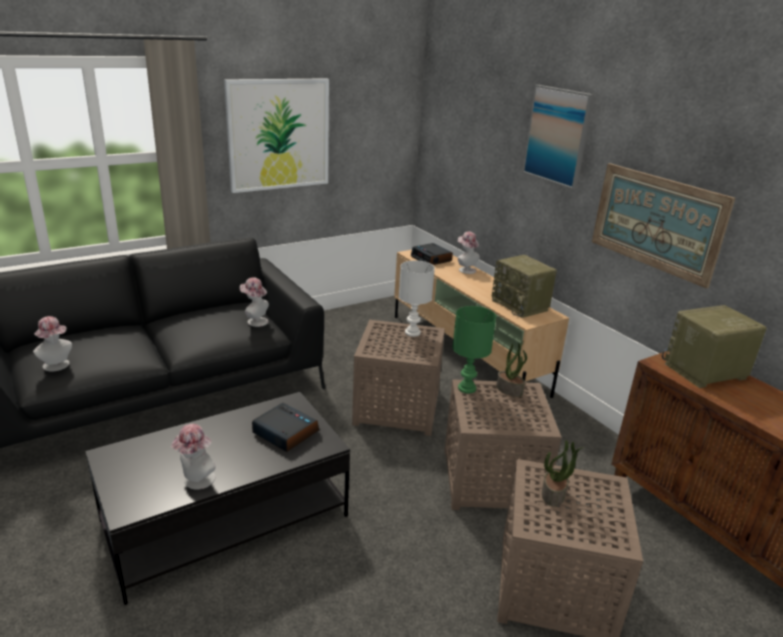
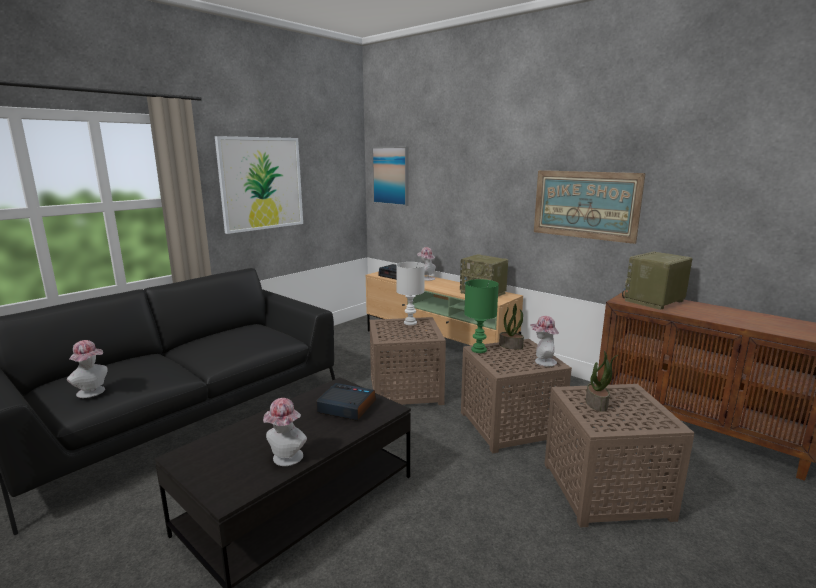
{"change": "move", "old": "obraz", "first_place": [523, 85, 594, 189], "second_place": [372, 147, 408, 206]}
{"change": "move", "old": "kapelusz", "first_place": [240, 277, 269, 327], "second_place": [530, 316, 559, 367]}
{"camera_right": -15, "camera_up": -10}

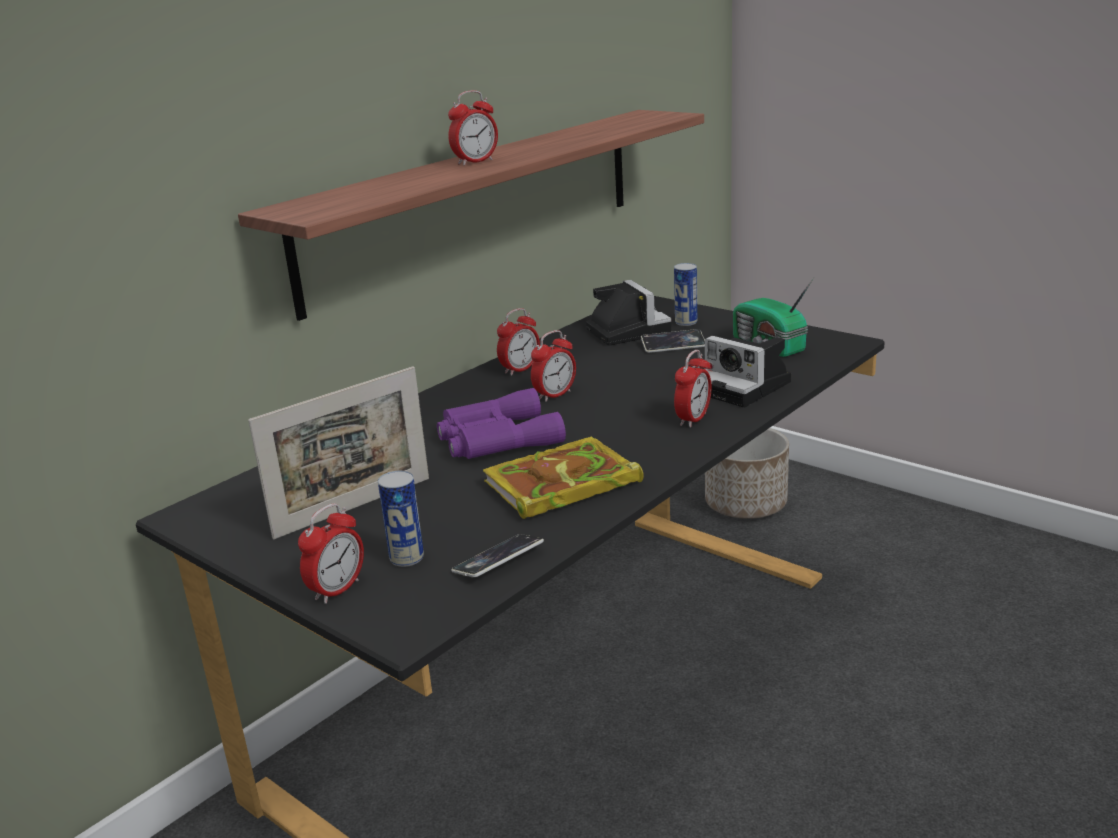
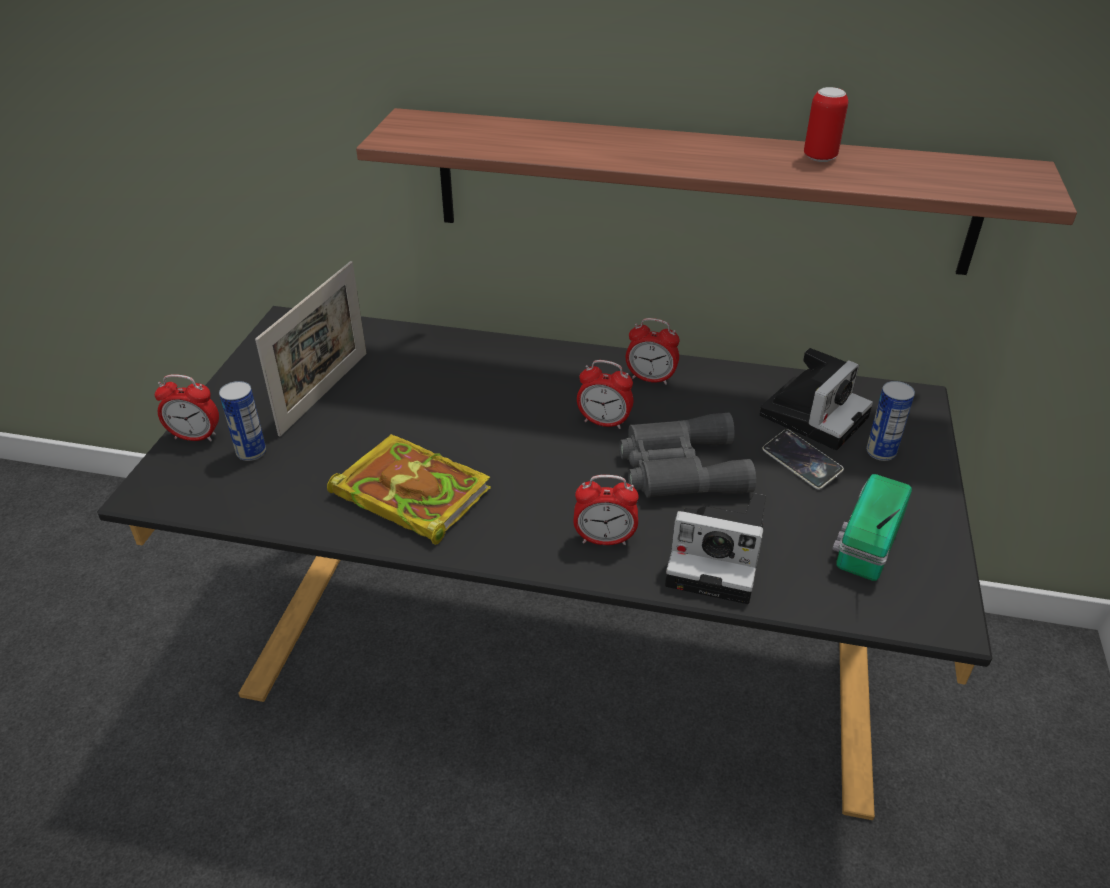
{"change": "delete", "old": "budzik", "first_place": [448, 90, 498, 166]}
{"change": "rotate", "old": "aparat fotograficzny", "first_place": [705, 336, 791, 408], "second_place": [665, 493, 766, 604], "degrees": -90}
{"change": "rotate", "old": "ramka na zdjęcie", "first_place": [248, 366, 429, 539], "second_place": [255, 261, 367, 436], "degrees": -90}
{"change": "delete", "old": "lornetka/fioletowy", "first_place": [437, 388, 566, 459]}
{"change": "delete", "old": "donica", "first_place": [705, 428, 789, 519]}
{"change": "delete", "old": "telefon", "first_place": [451, 534, 544, 577]}
{"change": "insert", "new": "puszka", "second_place": [804, 87, 848, 162]}
{"change": "insert", "new": "lornetka/szary", "second_place": [619, 413, 756, 498]}
{"camera_right": 60, "camera_up": 15}

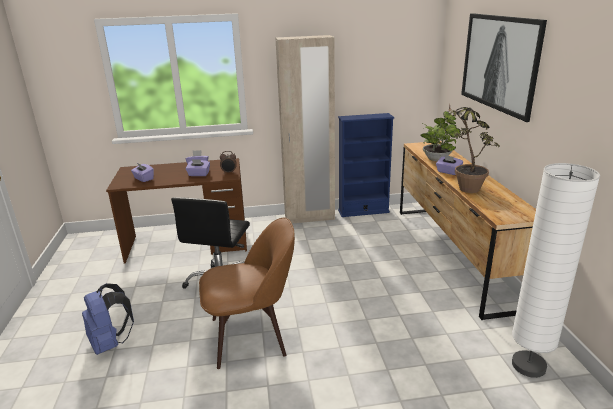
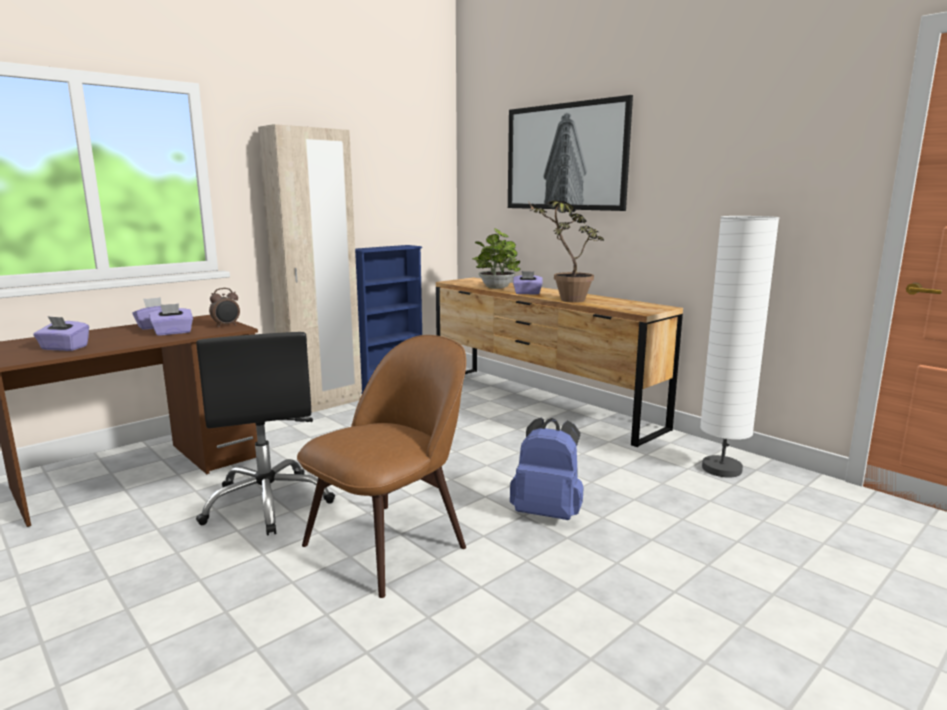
{"change": "move", "old": "plecak/niebieski", "first_place": [82, 283, 134, 355], "second_place": [510, 417, 584, 520]}
{"camera_right": -35, "camera_up": -10}

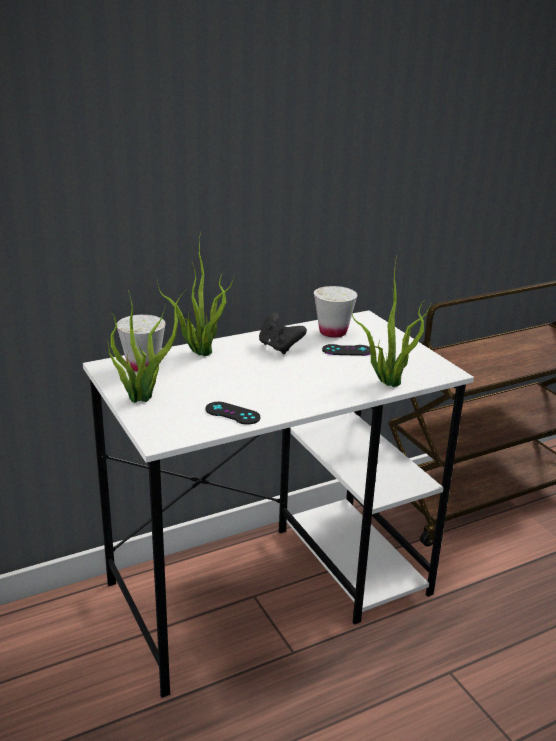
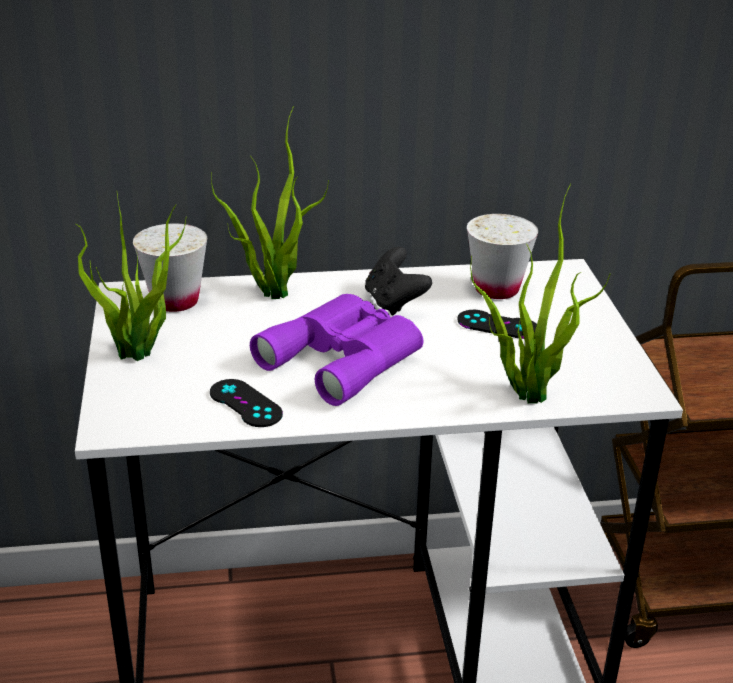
{"change": "insert", "new": "lornetka/fioletowy", "second_place": [250, 294, 423, 406]}
{"camera_right": 20, "camera_up": 5}

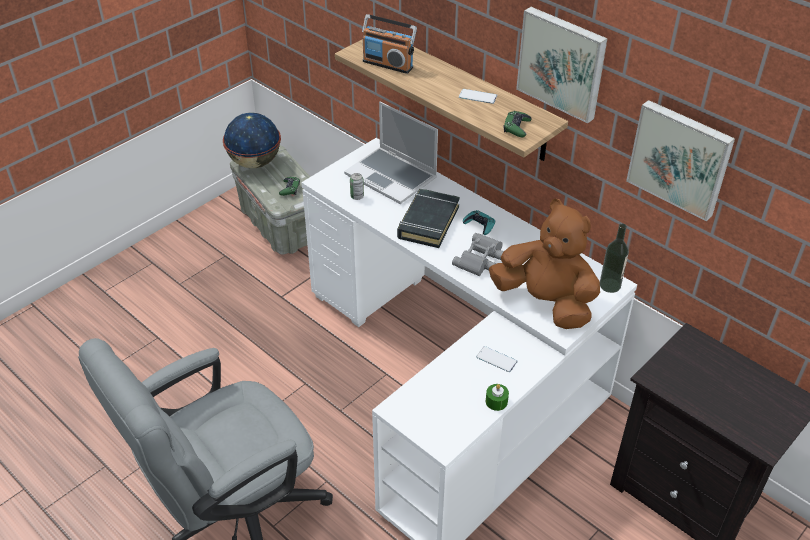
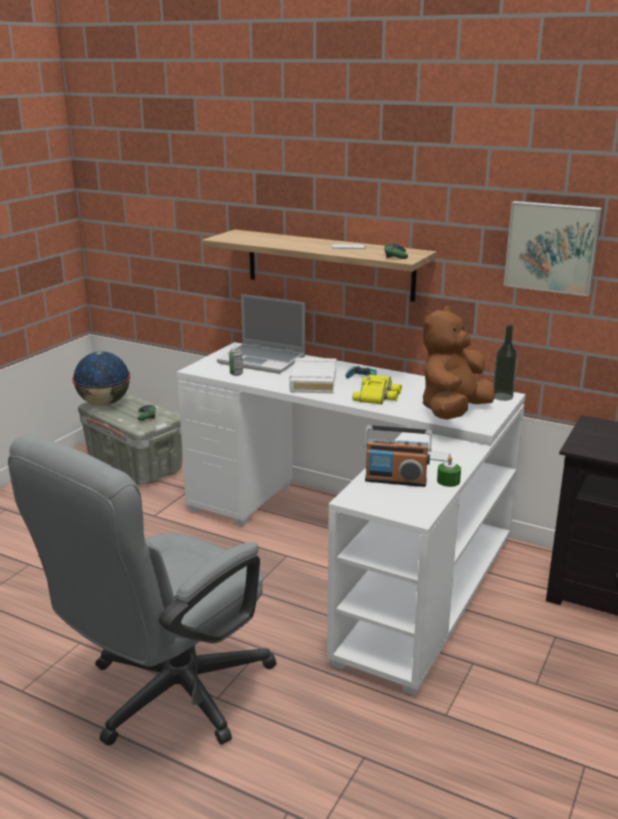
{"change": "delete", "old": "obraz", "first_place": [516, 7, 608, 123]}
{"change": "move", "old": "radio", "first_place": [362, 14, 417, 74], "second_place": [364, 425, 432, 487]}
{"change": "recolor", "old": "książka/czarny", "new": "książka/biały", "first_place": [397, 189, 460, 248], "second_place": [290, 358, 336, 394]}
{"change": "rotate", "old": "pluszak/brązowy", "first_place": [489, 199, 600, 329], "second_place": [423, 306, 495, 420], "degrees": -75}
{"change": "recolor", "old": "lornetka/szary", "new": "lornetka/żółty", "first_place": [452, 233, 504, 276], "second_place": [353, 375, 402, 405]}
{"camera_right": -15, "camera_up": -20}

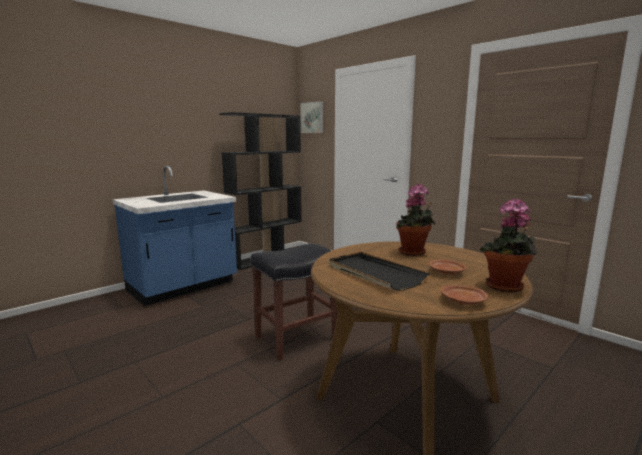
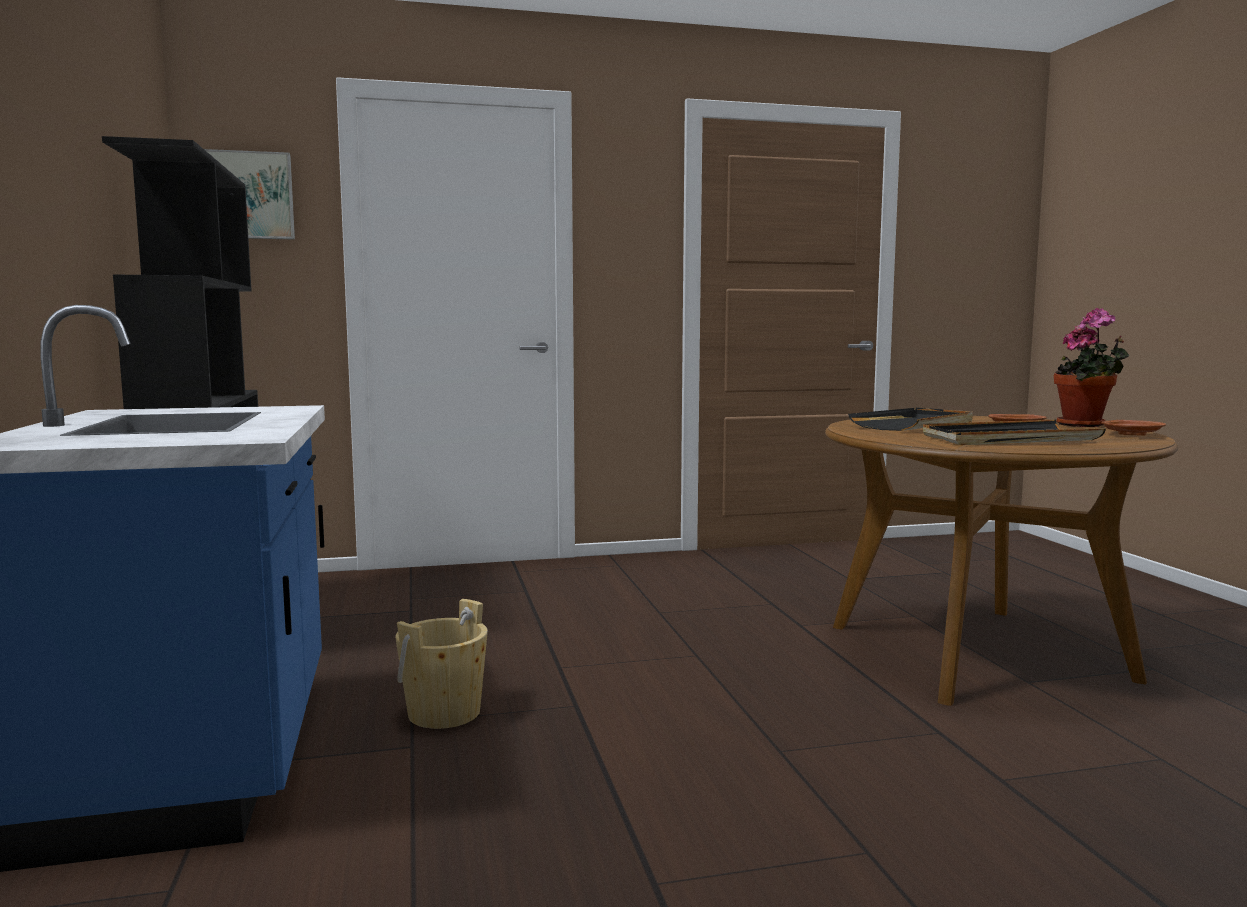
{"change": "replace", "old": "roślina doniczkowa", "new": "taca/czarny", "first_place": [396, 184, 435, 256], "second_place": [848, 408, 973, 431]}
{"change": "delete", "old": "stołek/czarny", "first_place": [251, 243, 337, 360]}
{"change": "insert", "new": "wiadro/beżowy", "second_place": [395, 599, 488, 729]}
{"camera_right": -60, "camera_up": -5}

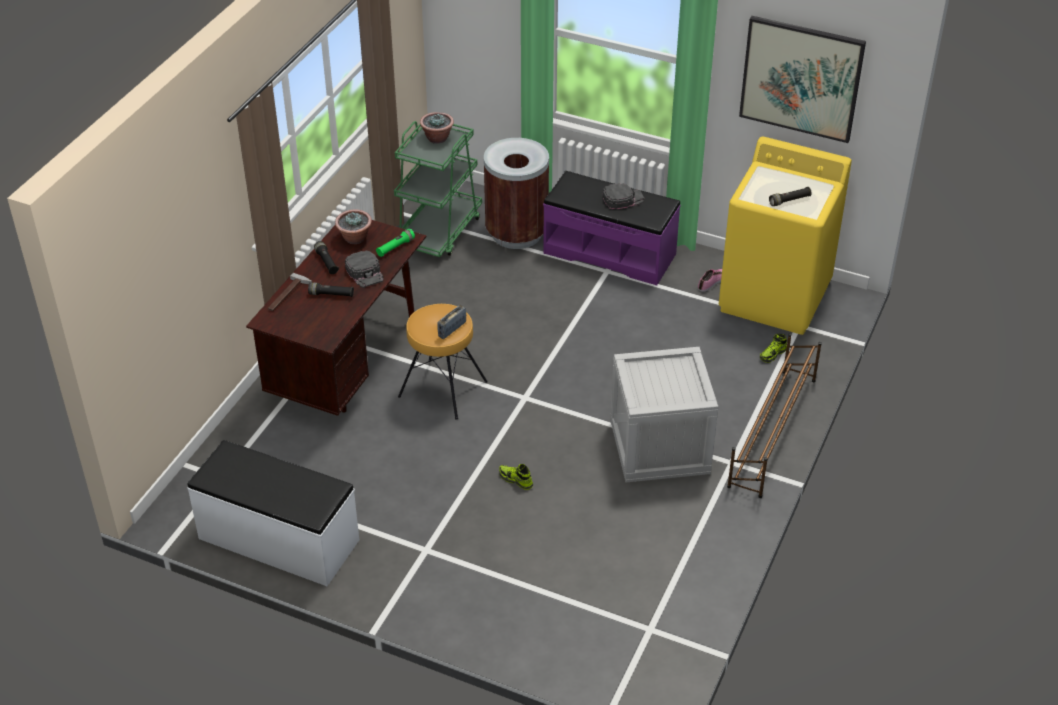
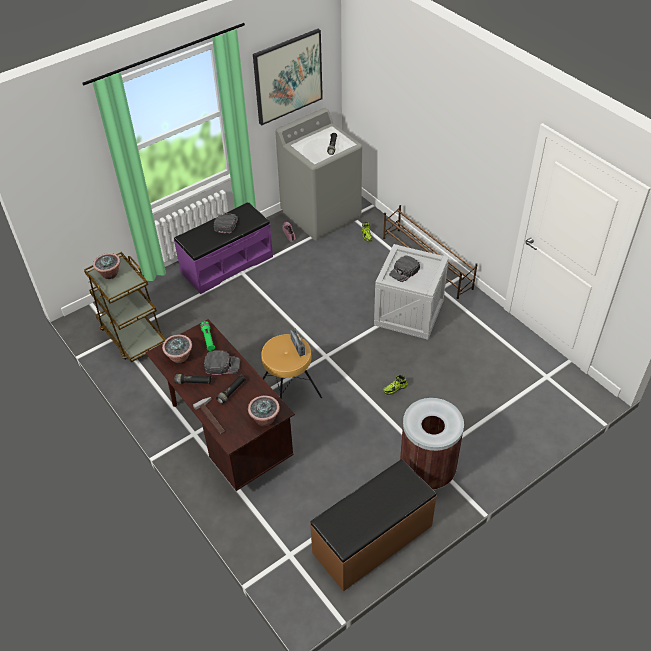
{"change": "recolor", "old": "wózek/zielony", "new": "wózek/brązowy", "first_place": [394, 121, 482, 257], "second_place": [84, 252, 166, 362]}
{"change": "recolor", "old": "pralka/żółty", "new": "pralka/szary", "first_place": [719, 137, 852, 335], "second_place": [275, 108, 362, 241]}
{"change": "move", "old": "kosz na śmieci/brązowy", "first_place": [484, 138, 549, 249], "second_place": [400, 398, 464, 490]}
{"change": "recolor", "old": "ławka/biały", "new": "ławka/brązowy", "first_place": [188, 440, 359, 586], "second_place": [310, 459, 437, 591]}
{"change": "insert", "new": "czapka z daszkiem/czarny", "second_place": [389, 255, 420, 282]}
{"change": "insert", "new": "roślina doniczkowa", "second_place": [248, 395, 280, 426]}
{"camera_right": -60, "camera_up": 5}

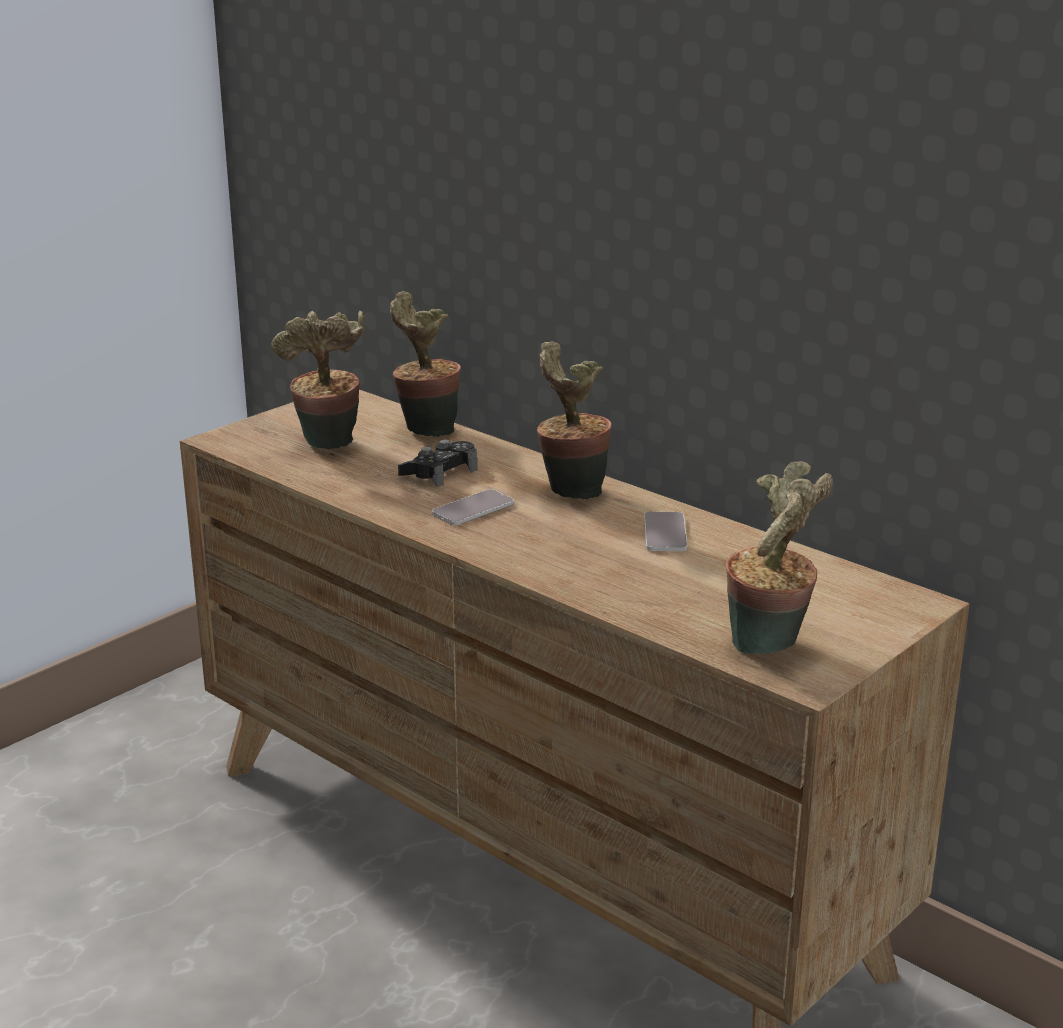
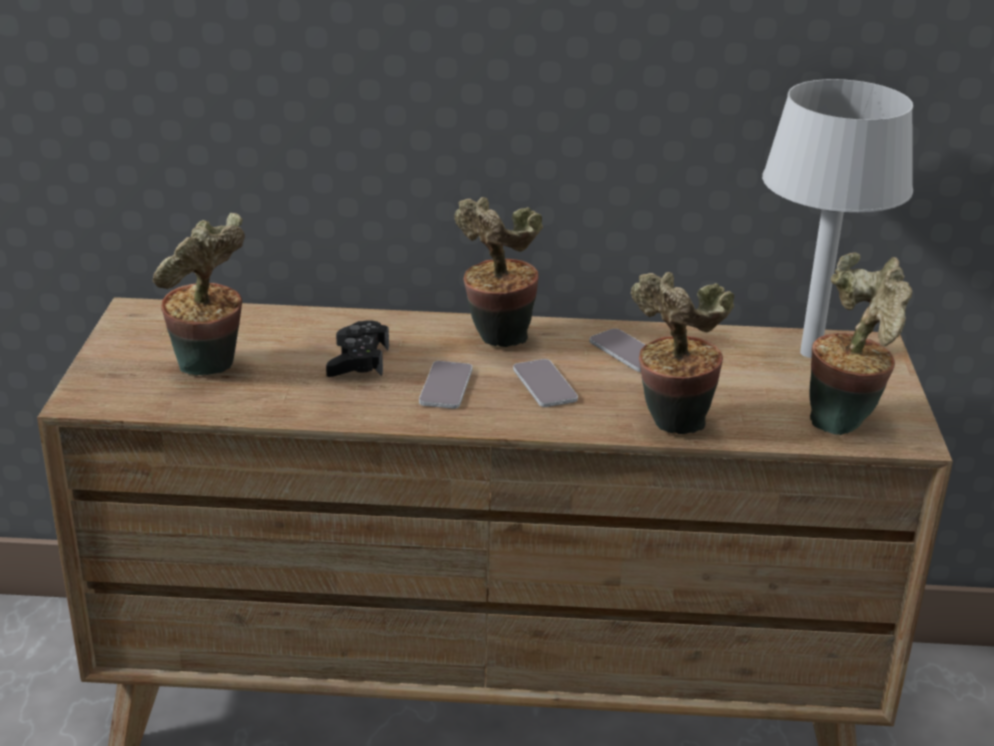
{"change": "move", "old": "roślina doniczkowa", "first_place": [390, 291, 461, 437], "second_place": [631, 272, 734, 434]}
{"change": "insert", "new": "lampa stołowa/szary", "second_place": [762, 79, 913, 358]}
{"change": "insert", "new": "telefon", "second_place": [513, 359, 578, 407]}
{"camera_right": -40, "camera_up": 5}

